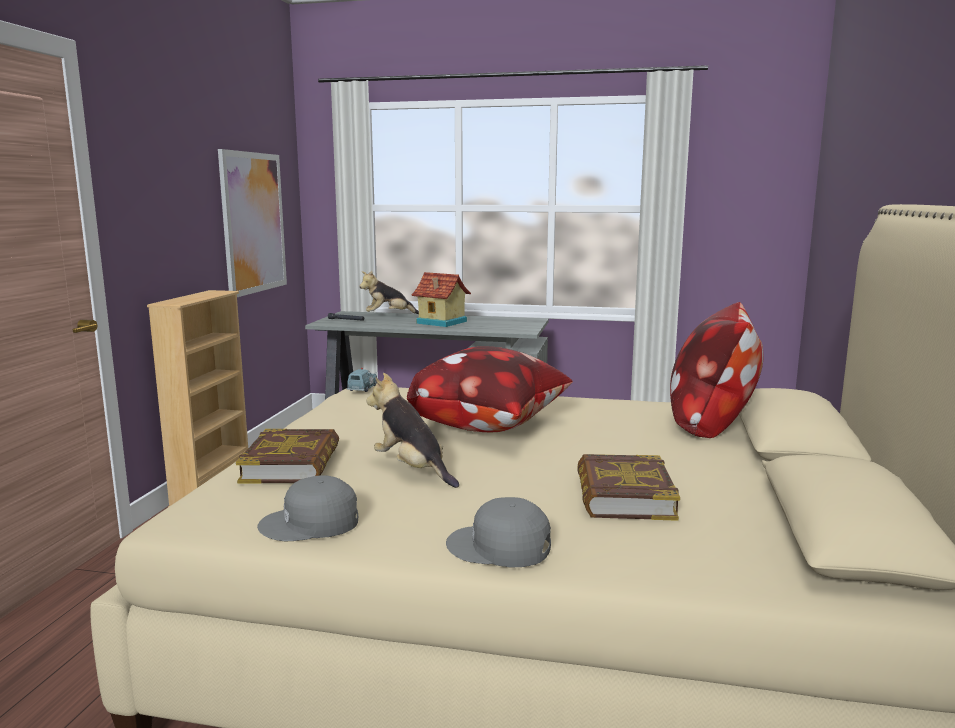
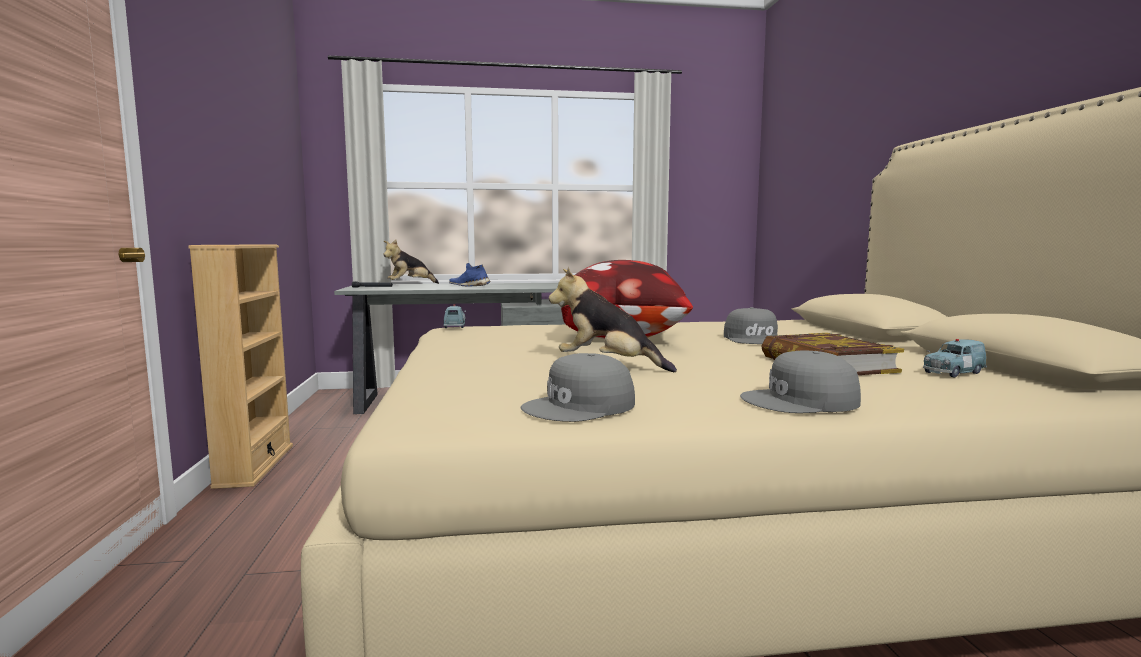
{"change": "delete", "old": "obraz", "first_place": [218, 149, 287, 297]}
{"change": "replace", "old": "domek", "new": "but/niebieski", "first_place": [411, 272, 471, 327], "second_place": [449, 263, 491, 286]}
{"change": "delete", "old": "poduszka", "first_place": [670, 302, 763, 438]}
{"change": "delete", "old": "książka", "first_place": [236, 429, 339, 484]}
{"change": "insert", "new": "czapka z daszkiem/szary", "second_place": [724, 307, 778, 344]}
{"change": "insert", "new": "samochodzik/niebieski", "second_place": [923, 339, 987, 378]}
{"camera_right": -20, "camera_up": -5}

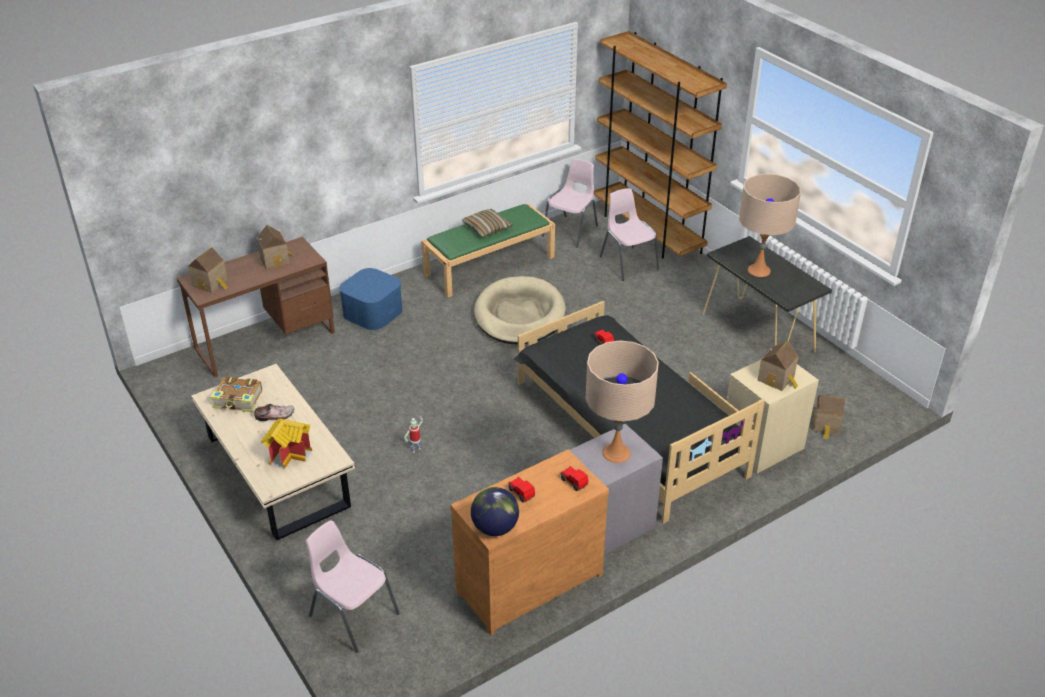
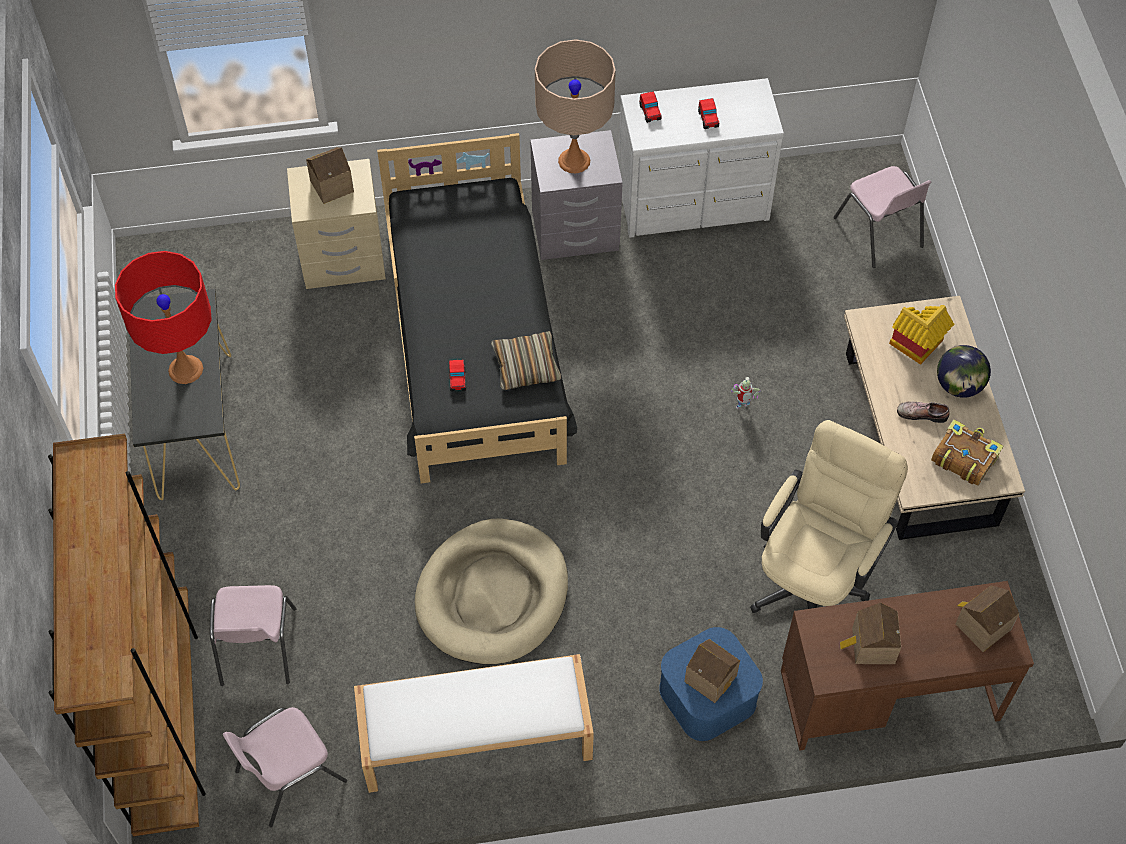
{"change": "recolor", "old": "lampa stołowa/beżowy", "new": "lampa stołowa/czerwony", "first_place": [739, 174, 801, 277], "second_place": [115, 251, 212, 384]}
{"change": "recolor", "old": "ławka/zielony", "new": "ławka/biały", "first_place": [421, 204, 555, 297], "second_place": [354, 654, 594, 793]}
{"change": "move", "old": "poduszka", "first_place": [462, 209, 513, 237], "second_place": [491, 331, 561, 390]}
{"change": "move", "old": "domek", "first_place": [813, 395, 846, 439], "second_place": [684, 639, 740, 703]}
{"change": "recolor", "old": "komoda/brązowy", "new": "komoda/biały", "first_place": [450, 449, 609, 636], "second_place": [618, 78, 784, 238]}
{"change": "move", "old": "globus", "first_place": [471, 487, 519, 536], "second_place": [937, 345, 991, 398]}
{"change": "insert", "new": "krzesło biurowe/beżowy", "second_place": [750, 420, 908, 613]}
{"camera_right": -155, "camera_up": 20}

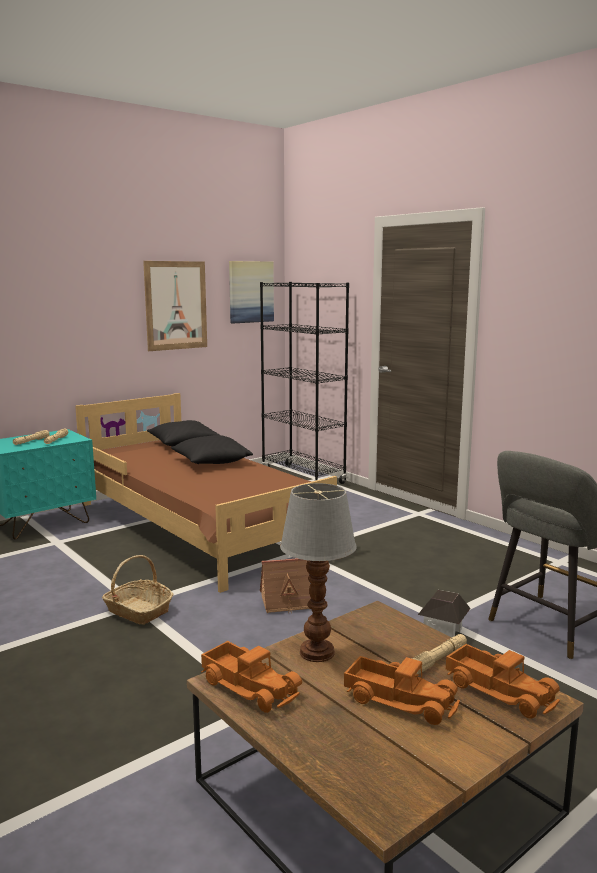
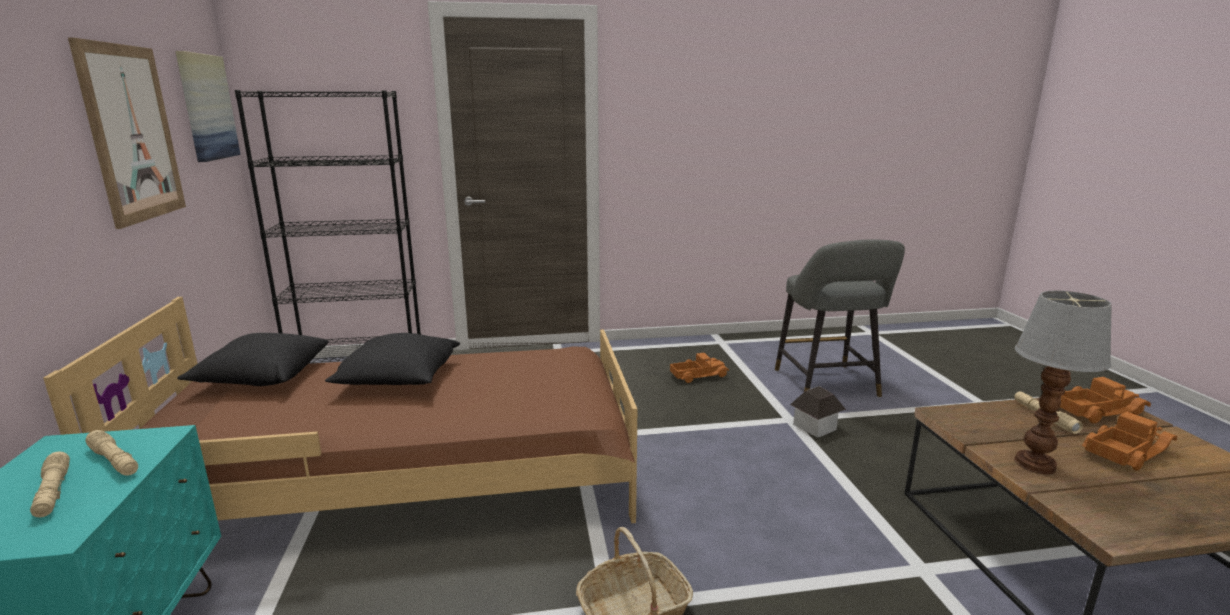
{"change": "delete", "old": "domek", "first_place": [260, 558, 311, 614]}
{"change": "move", "old": "ciężarówka zabawkowa", "first_place": [201, 641, 302, 713], "second_place": [670, 353, 729, 383]}
{"camera_right": -60, "camera_up": 5}

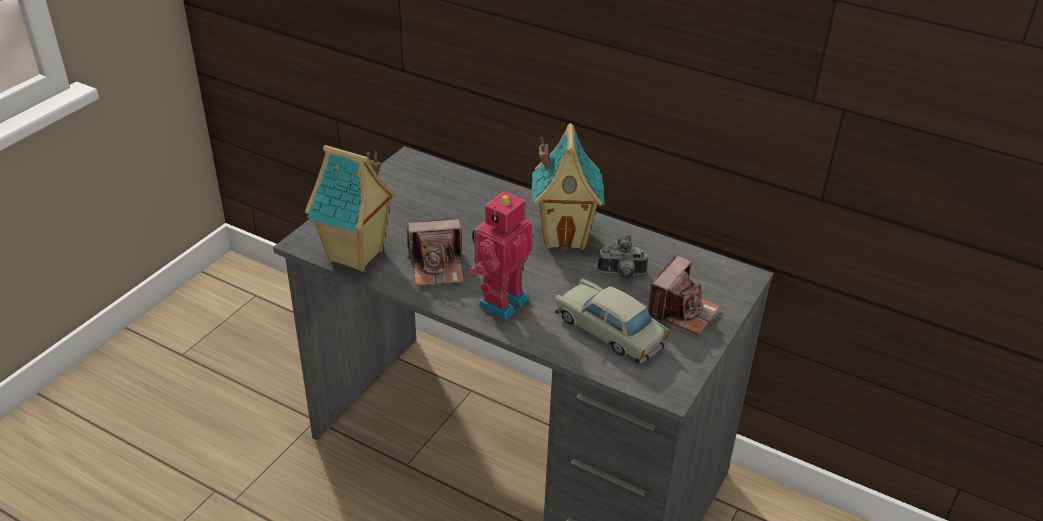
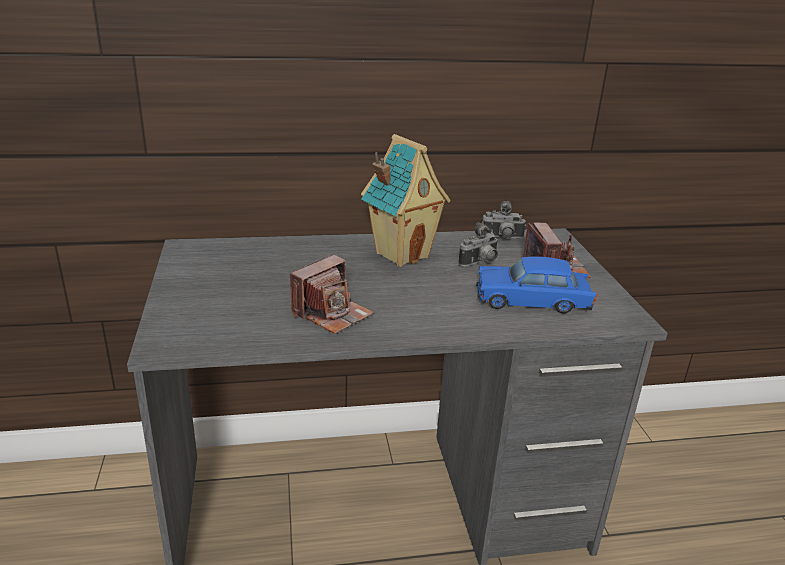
{"change": "delete", "old": "domek", "first_place": [305, 145, 396, 272]}
{"change": "delete", "old": "robot zabawkowy", "first_place": [469, 190, 533, 320]}
{"change": "recolor", "old": "samochodzik/beżowy", "new": "samochodzik/niebieski", "first_place": [555, 278, 670, 364], "second_place": [476, 256, 598, 314]}
{"change": "insert", "new": "aparat fotograficzny", "second_place": [482, 201, 526, 239]}
{"camera_right": -40, "camera_up": -10}

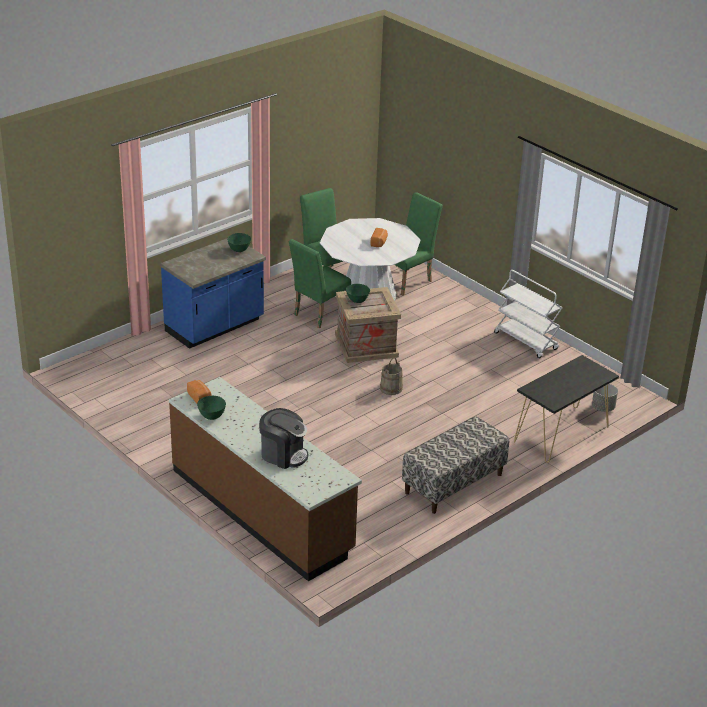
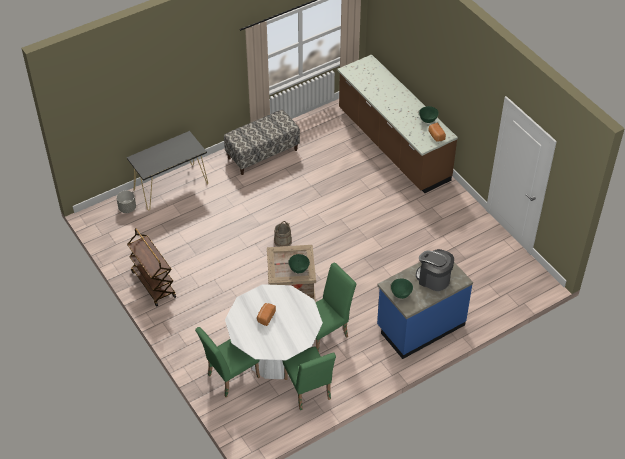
{"change": "recolor", "old": "wózek/biały", "new": "wózek/brązowy", "first_place": [494, 270, 562, 358], "second_place": [127, 228, 176, 307]}
{"change": "move", "old": "ekspres do kawy", "first_place": [259, 408, 308, 469], "second_place": [416, 249, 454, 291]}
{"camera_right": -170, "camera_up": 15}

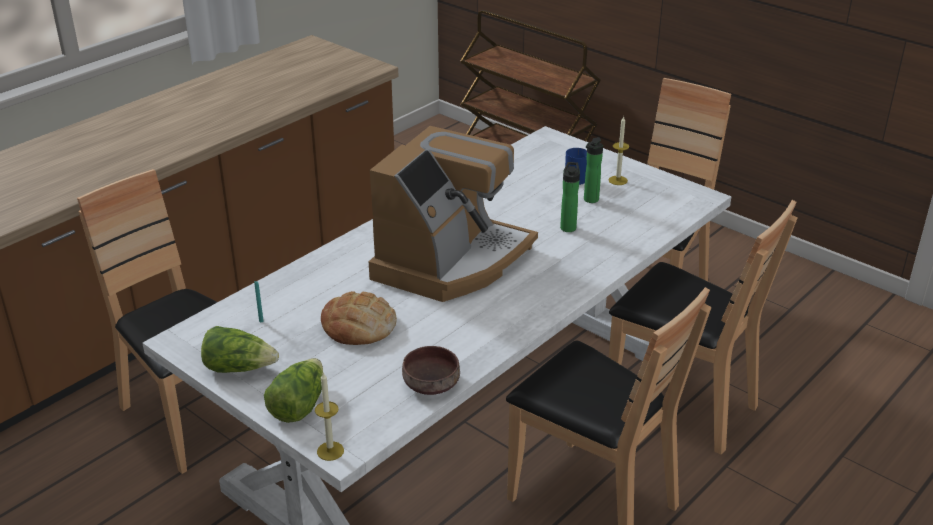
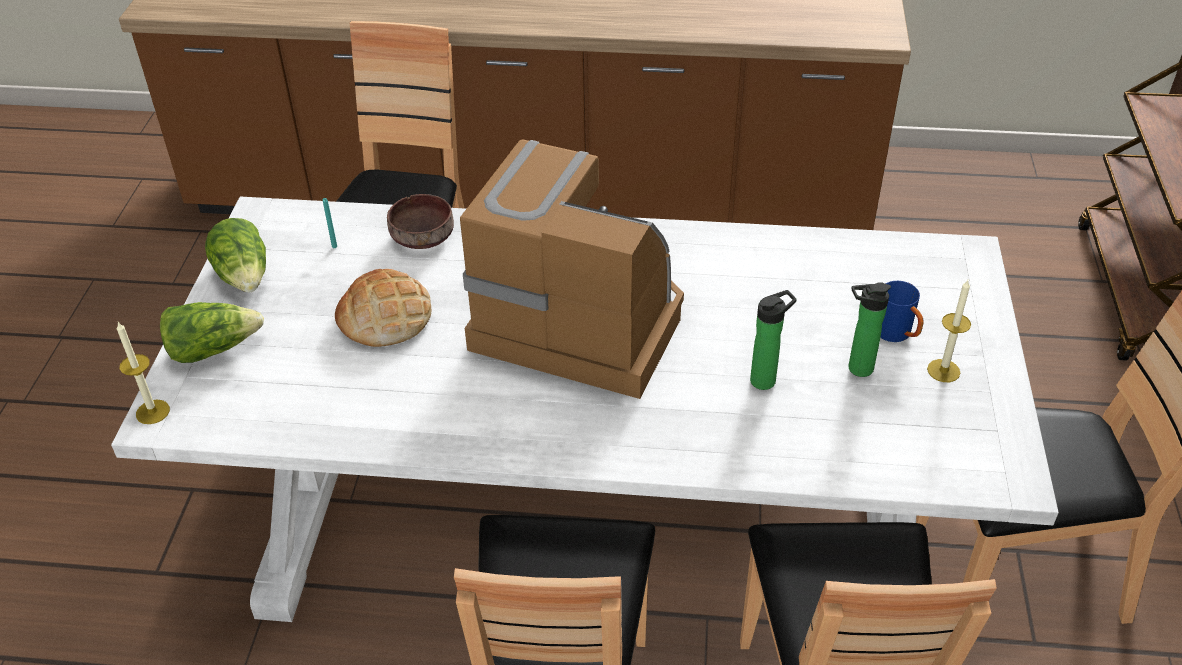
{"change": "rotate", "old": "ekspres do kawy", "first_place": [369, 126, 538, 302], "second_place": [460, 140, 684, 399], "degrees": -150}
{"change": "move", "old": "miska/brązowy", "first_place": [402, 346, 460, 395], "second_place": [387, 194, 454, 249]}
{"camera_right": 55, "camera_up": 10}

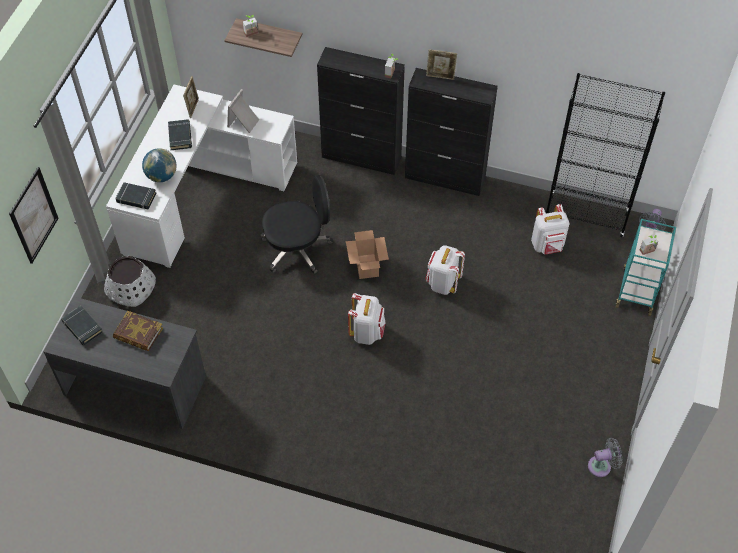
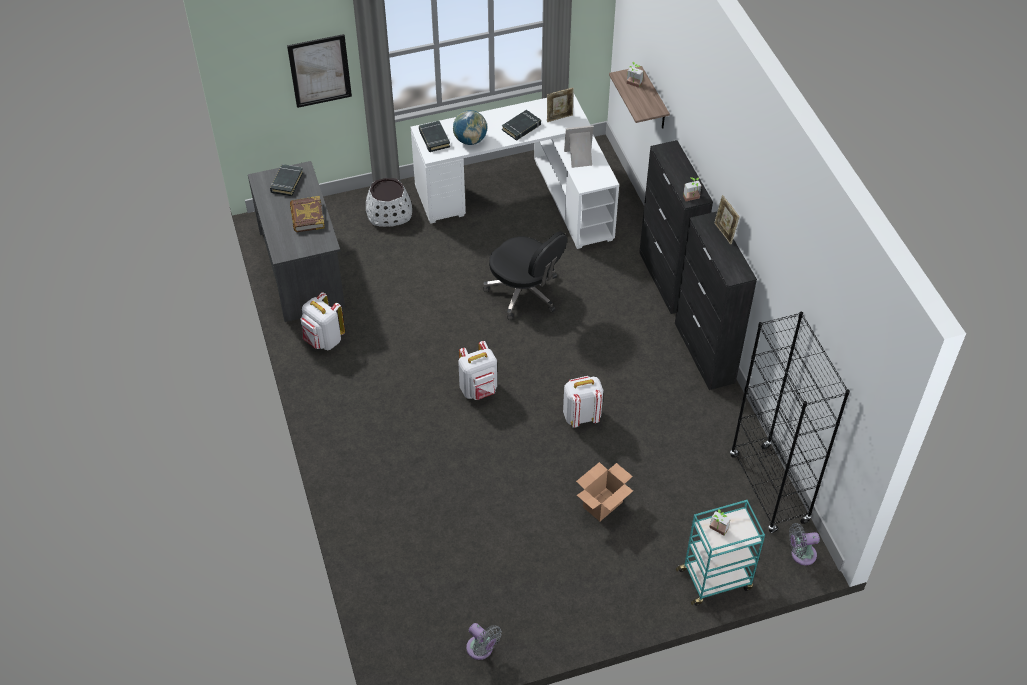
{"change": "move", "old": "plecak/biały", "first_place": [531, 204, 569, 254], "second_place": [301, 292, 345, 350]}
{"change": "move", "old": "karton", "first_place": [346, 230, 389, 279], "second_place": [576, 462, 633, 521]}
{"camera_right": 55, "camera_up": -5}

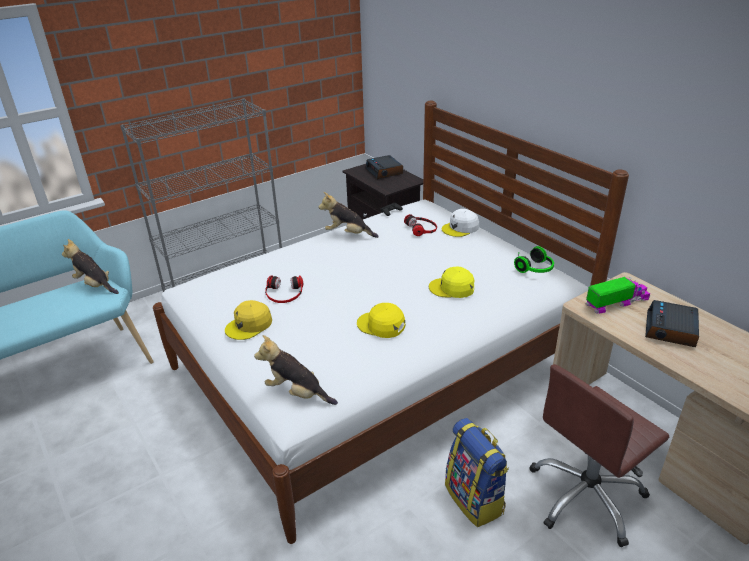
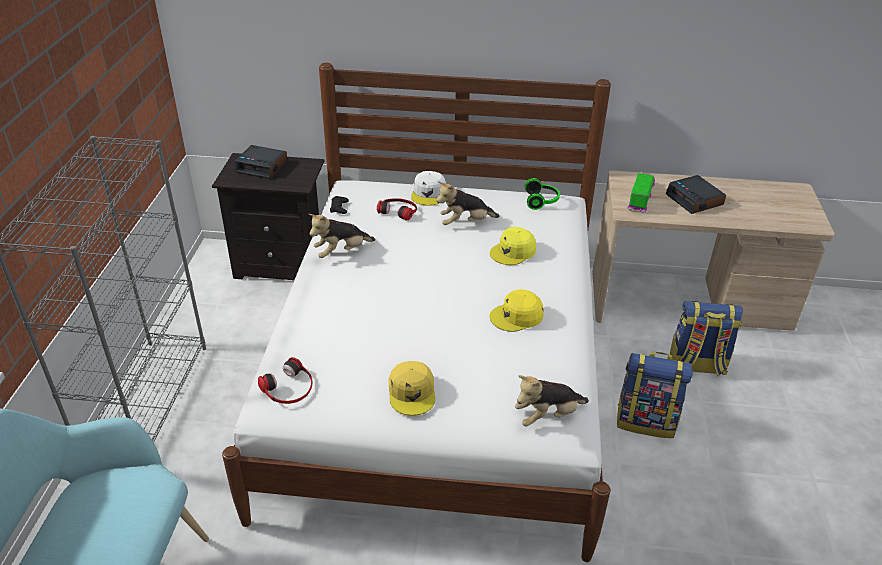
{"change": "move", "old": "pluszak", "first_place": [62, 239, 119, 294], "second_place": [436, 181, 500, 225]}
{"change": "move", "old": "słuchawki", "first_place": [265, 275, 304, 303], "second_place": [258, 357, 312, 404]}
{"change": "replace", "old": "krzesło biurowe/brązowy", "new": "plecak", "first_place": [529, 364, 669, 547], "second_place": [670, 301, 743, 376]}
{"camera_right": -50, "camera_up": 5}

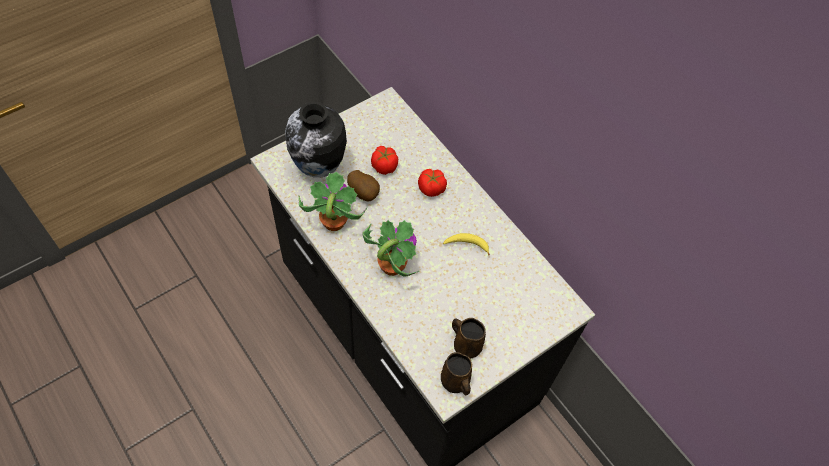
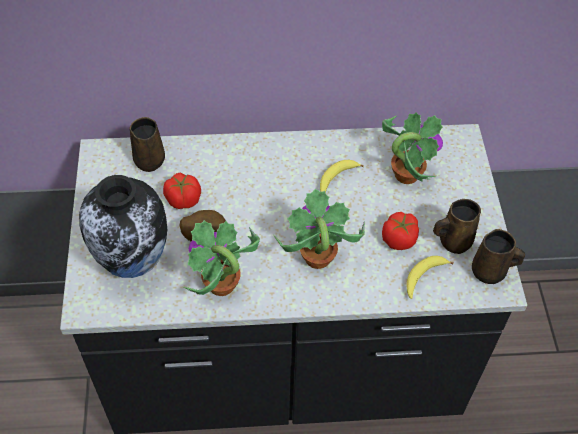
{"change": "move", "old": "pomidor", "first_place": [418, 169, 447, 197], "second_place": [382, 212, 419, 250]}
{"change": "insert", "new": "roślina doniczkowa", "second_place": [382, 112, 443, 184]}
{"change": "insert", "new": "kubek/brązowy", "second_place": [129, 117, 165, 172]}
{"change": "insert", "new": "banan", "second_place": [407, 256, 454, 299]}
{"camera_right": -55, "camera_up": -5}

